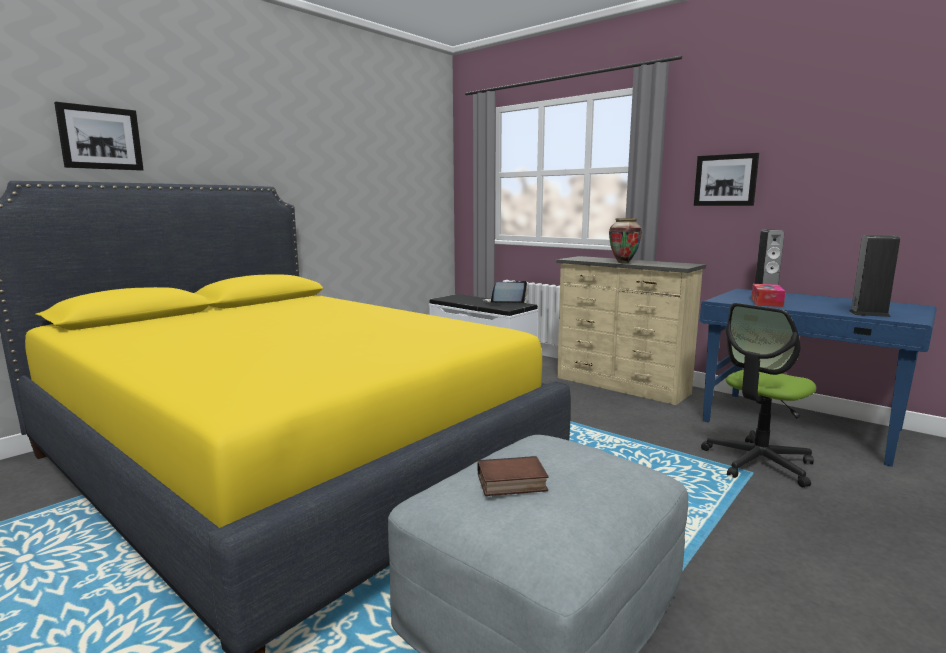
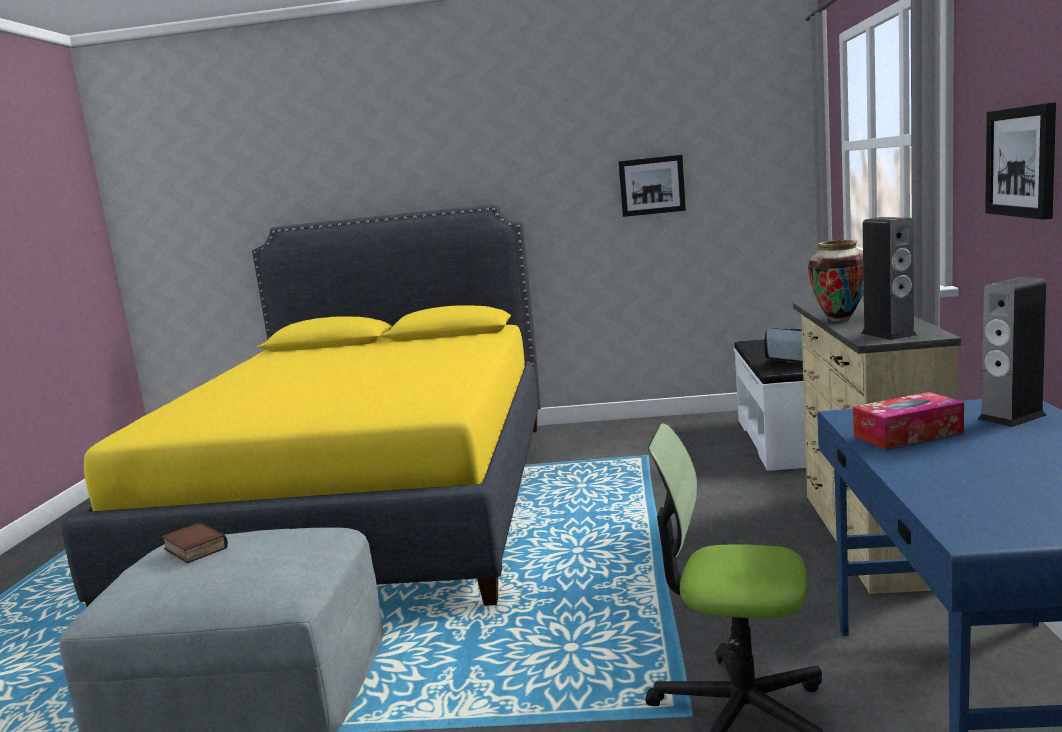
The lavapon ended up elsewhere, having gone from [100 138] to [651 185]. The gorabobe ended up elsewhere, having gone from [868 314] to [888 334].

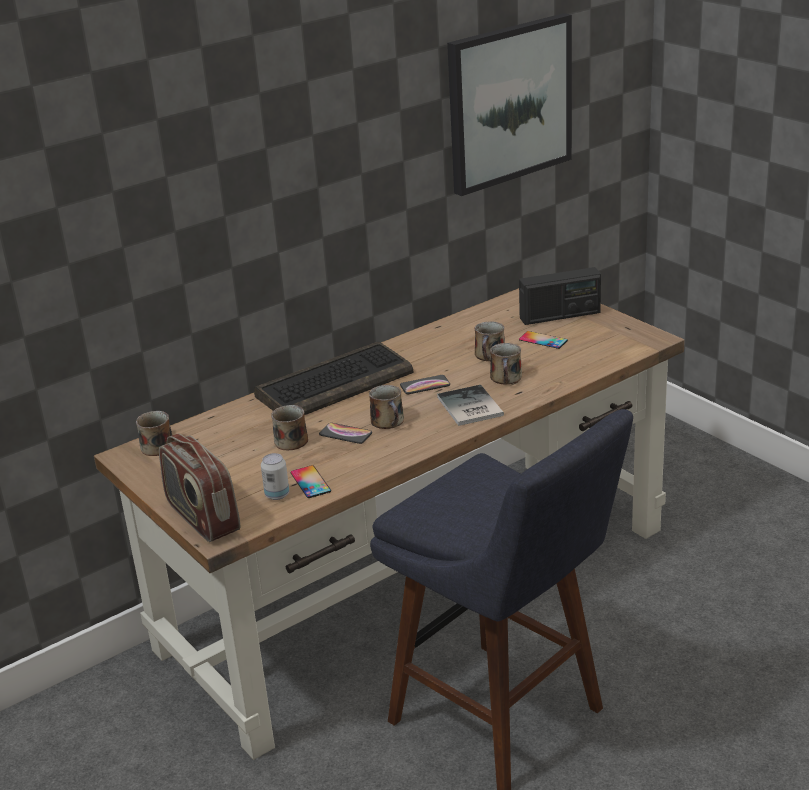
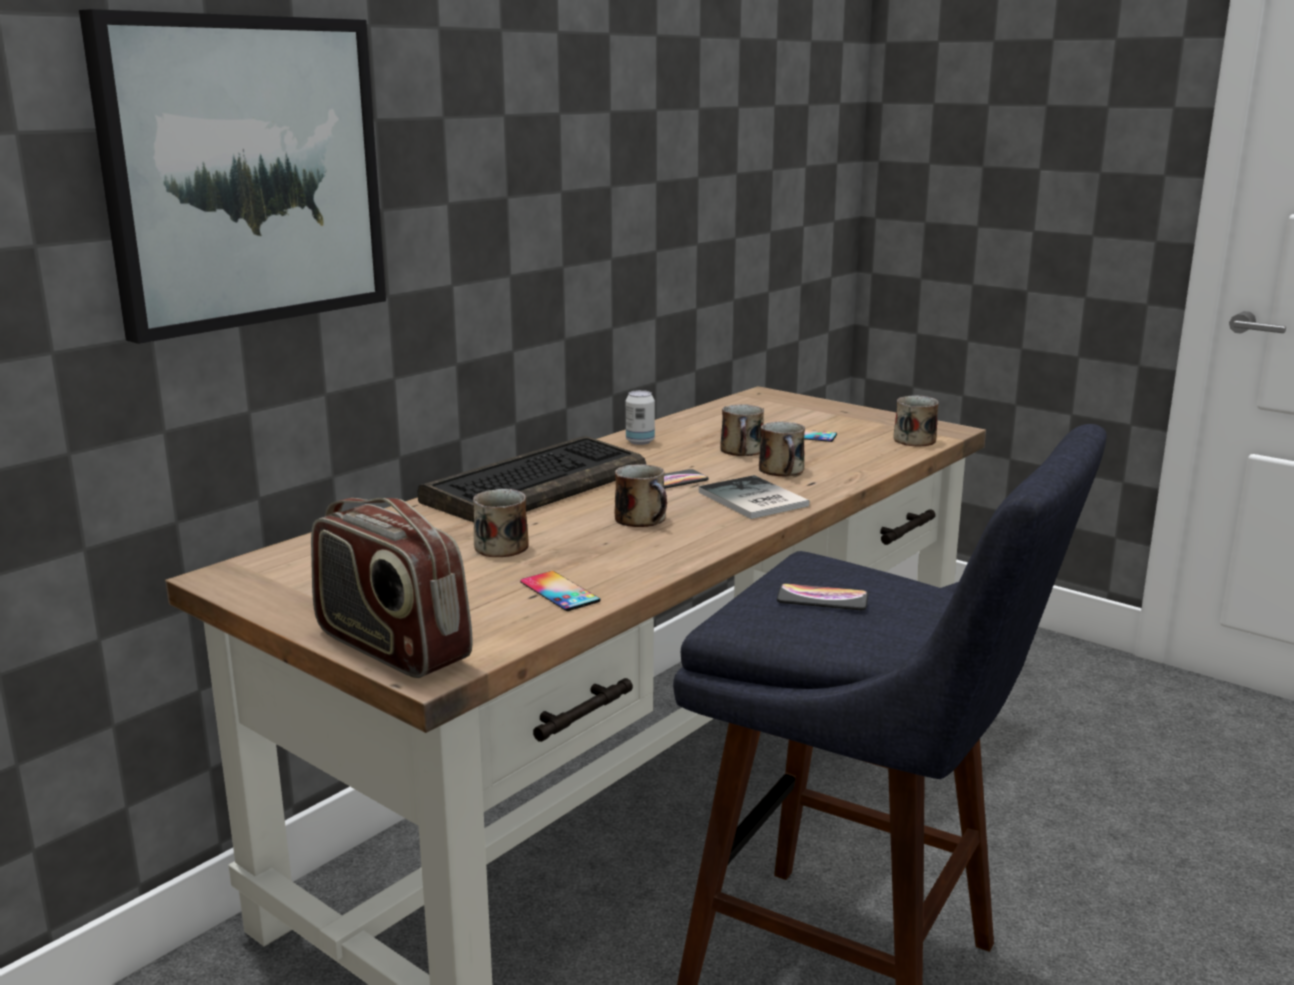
The lavapon ended up elsewhere, having gone from [508 103] to [244 172]. The second view lost the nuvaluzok at [560 315]. The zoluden ended up elsewhere, having gone from [157 445] to [912 439]. The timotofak ended up elsewhere, having gone from [345 434] to [822 599]. The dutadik ended up elsewhere, having gone from [277 495] to [640 441].

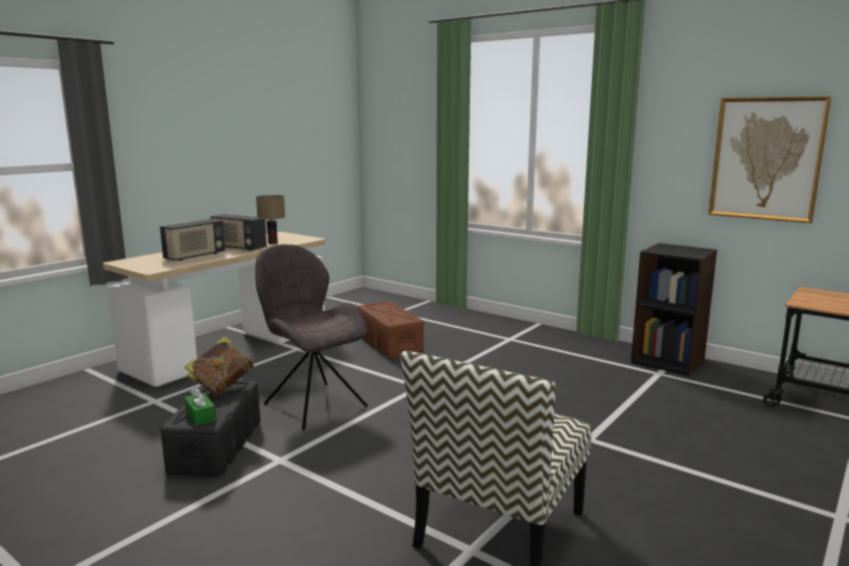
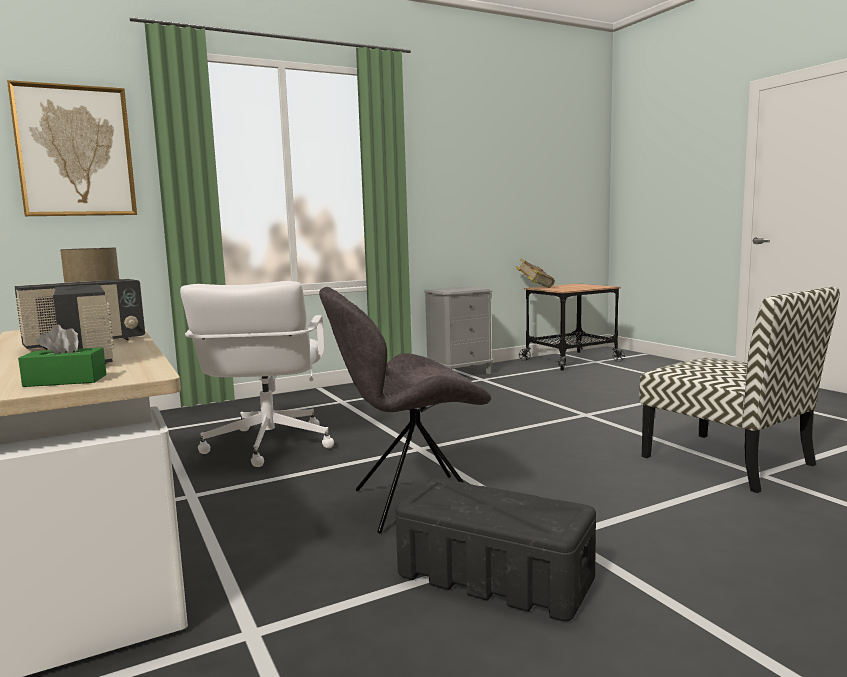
The lavapon ended up elsewhere, having gone from [766 159] to [75 151]. Where the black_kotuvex stood at [668 360], the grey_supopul came to stand at [461 373]. Where the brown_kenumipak stood at [389 343], the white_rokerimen came to stand at [268 445]. The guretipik ended up elsewhere, having gone from [222 387] to [535 287]. The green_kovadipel ended up elsewhere, having gone from [200 416] to [65 381].

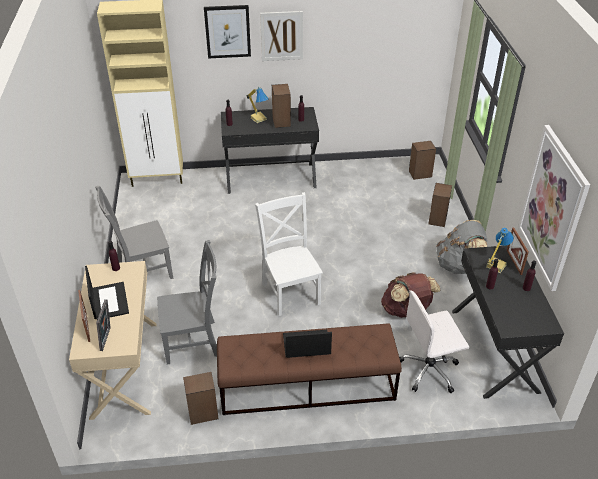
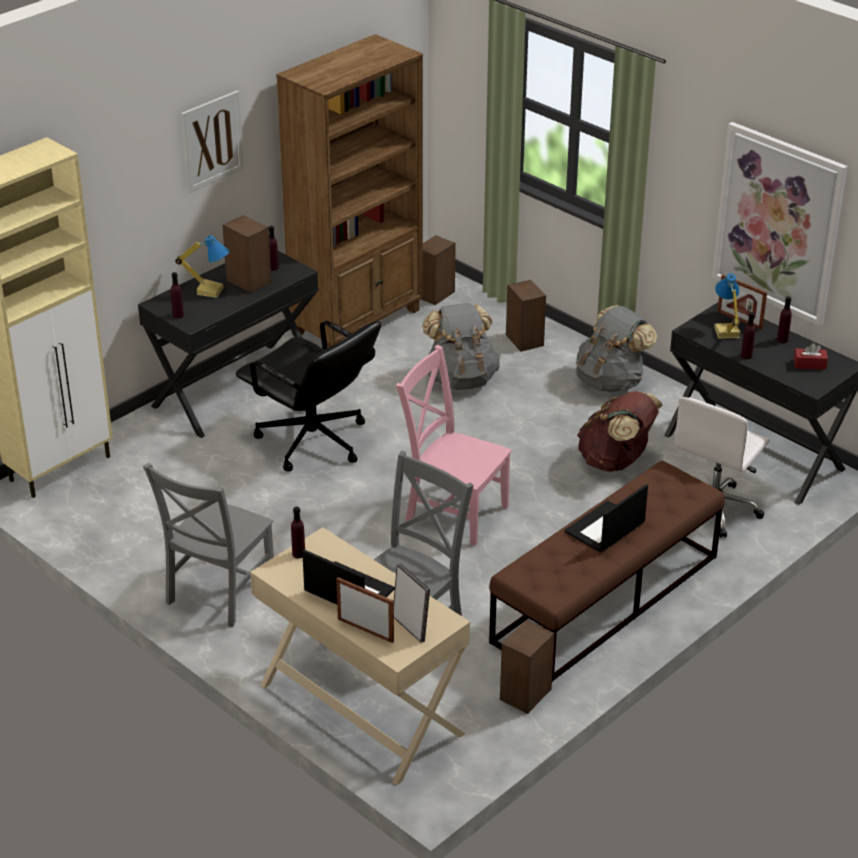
The second view lost the lavapon at [227 31]. What was the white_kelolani at [290 291] turned into the pink_kelolani at [453 512]. The second view gained the brown_kotuvex at [358 322]. The second view gained the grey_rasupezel at [461 378]. The second view gained the black_rokerimen at [313 442]. The second view gained the red_kovadipel at [809 364].

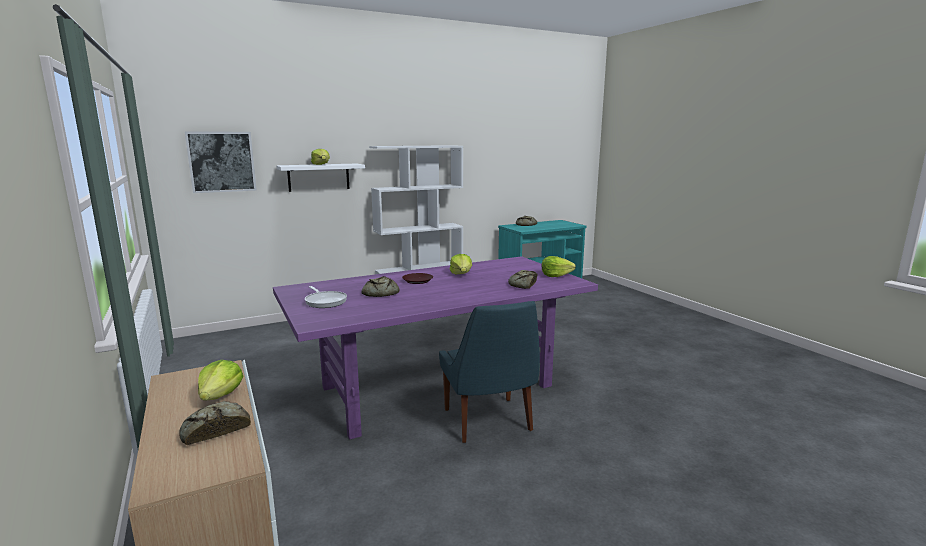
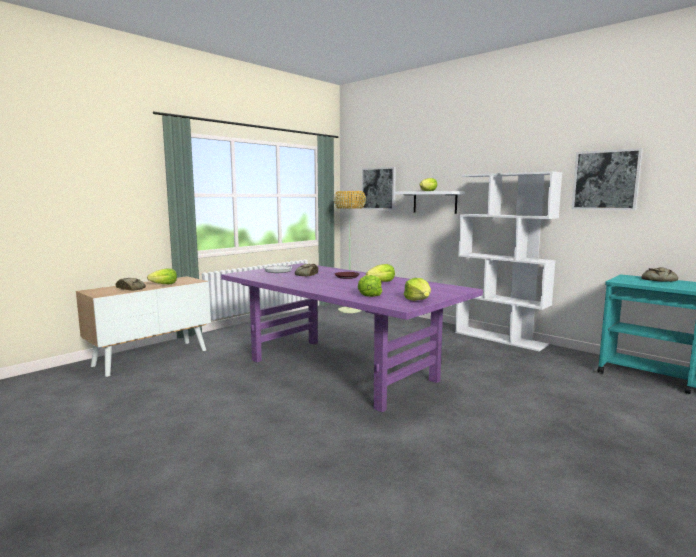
Where the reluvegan stood at [523 285], the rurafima came to stand at [369 295]. The second view lost the blue_kelolani at [488 421]. The second view gained the lavapon at [606 180]. The second view gained the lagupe at [349 310].

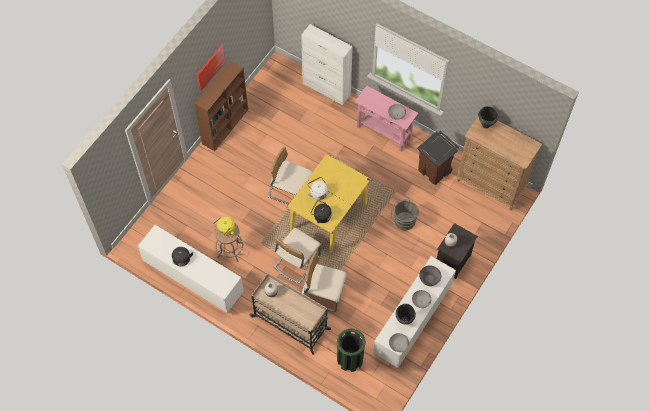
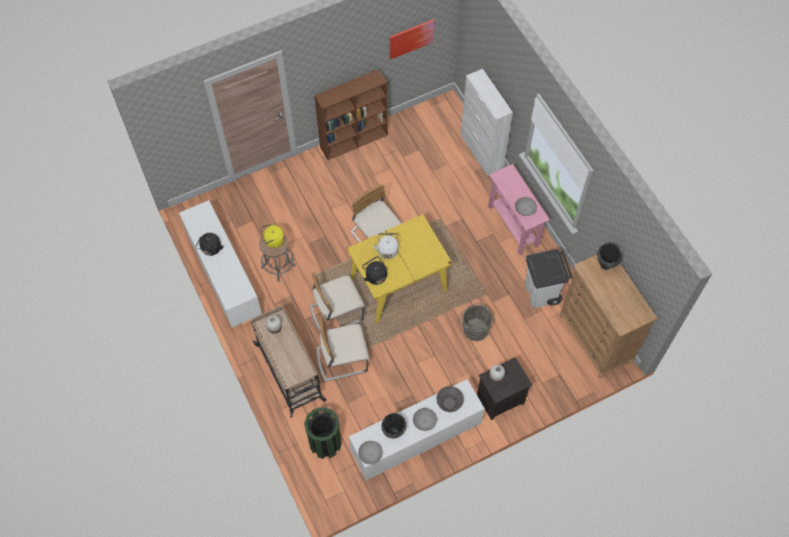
The lavapon ended up elsewhere, having gone from [210 67] to [411 38]. What was the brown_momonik at [434 171] turned into the white_momonik at [542 293]. The beige_kelolani at [322 293] ended up facing another way, 60 degrees counterclockwise from before.

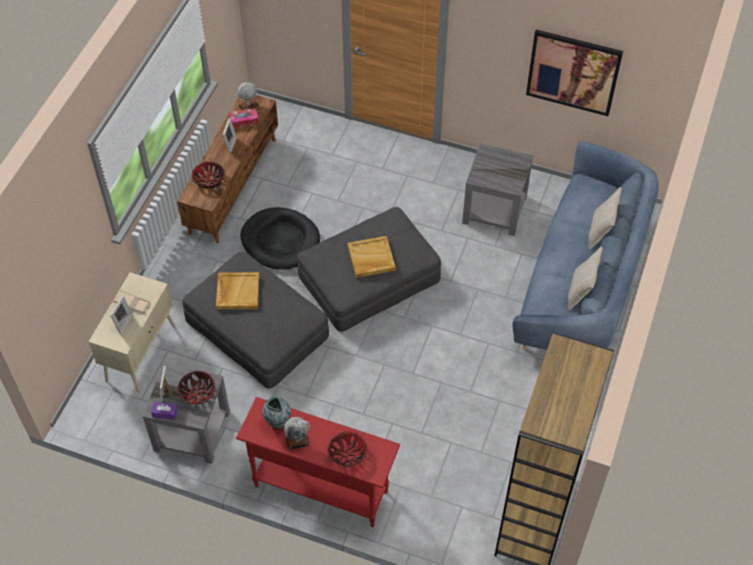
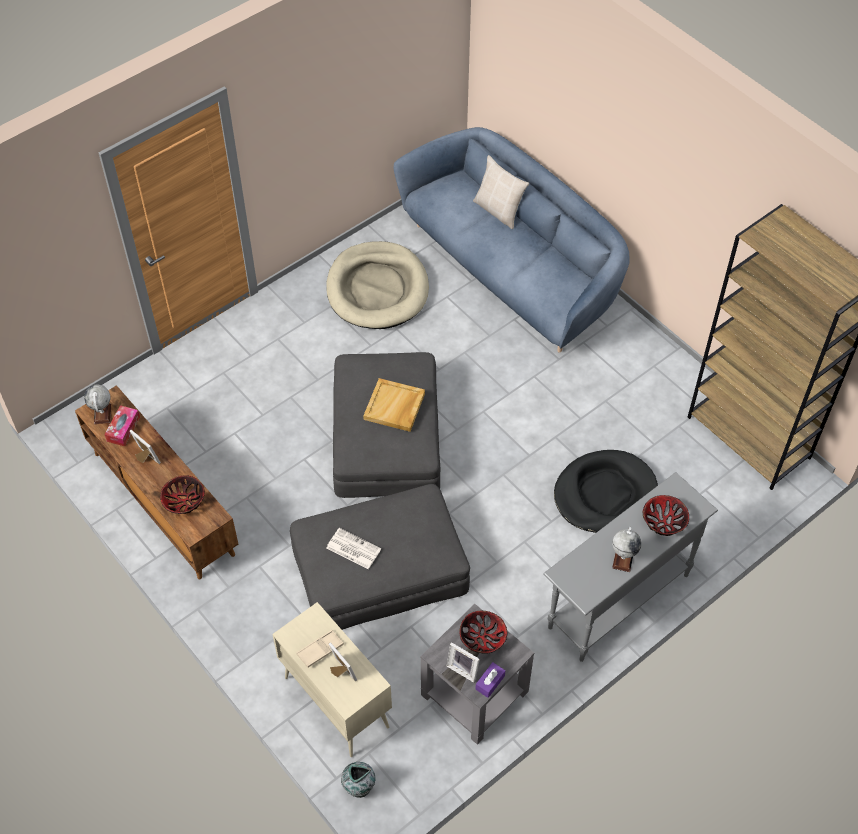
The second view lost the lavapon at [573 72]. Where the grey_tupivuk stood at [495 209], the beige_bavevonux came to stand at [377 289]. The black_bavevonux ended up elsewhere, having gone from [280 241] to [605 494]. The second view lost the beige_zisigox at [580 292]. Where the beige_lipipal stood at [237 292], the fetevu came to stand at [352 549]. The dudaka ended up elsewhere, having gone from [278 422] to [359 788]. What was the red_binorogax at [320 488] turned into the grey_binorogax at [618 601].

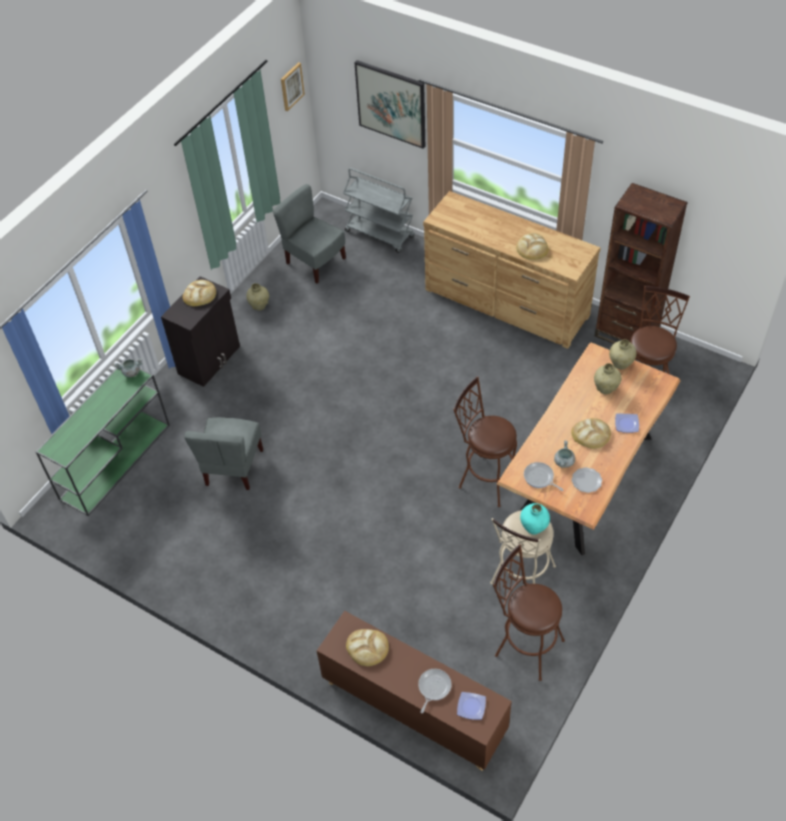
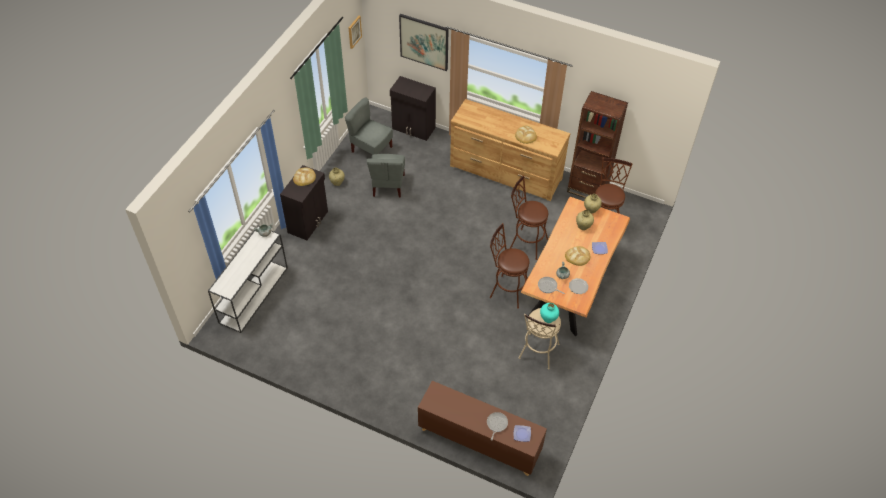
Where the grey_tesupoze stood at [380 234], the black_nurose came to stand at [413 128]. What was the green_binorogax at [116 460] turned into the white_binorogax at [254 294]. The grey_kelolani ended up elsewhere, having gone from [233 468] to [388 186]. The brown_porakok ended up elsewhere, having gone from [524 644] to [525 242]. The second view lost the reluvegan at [367 648].

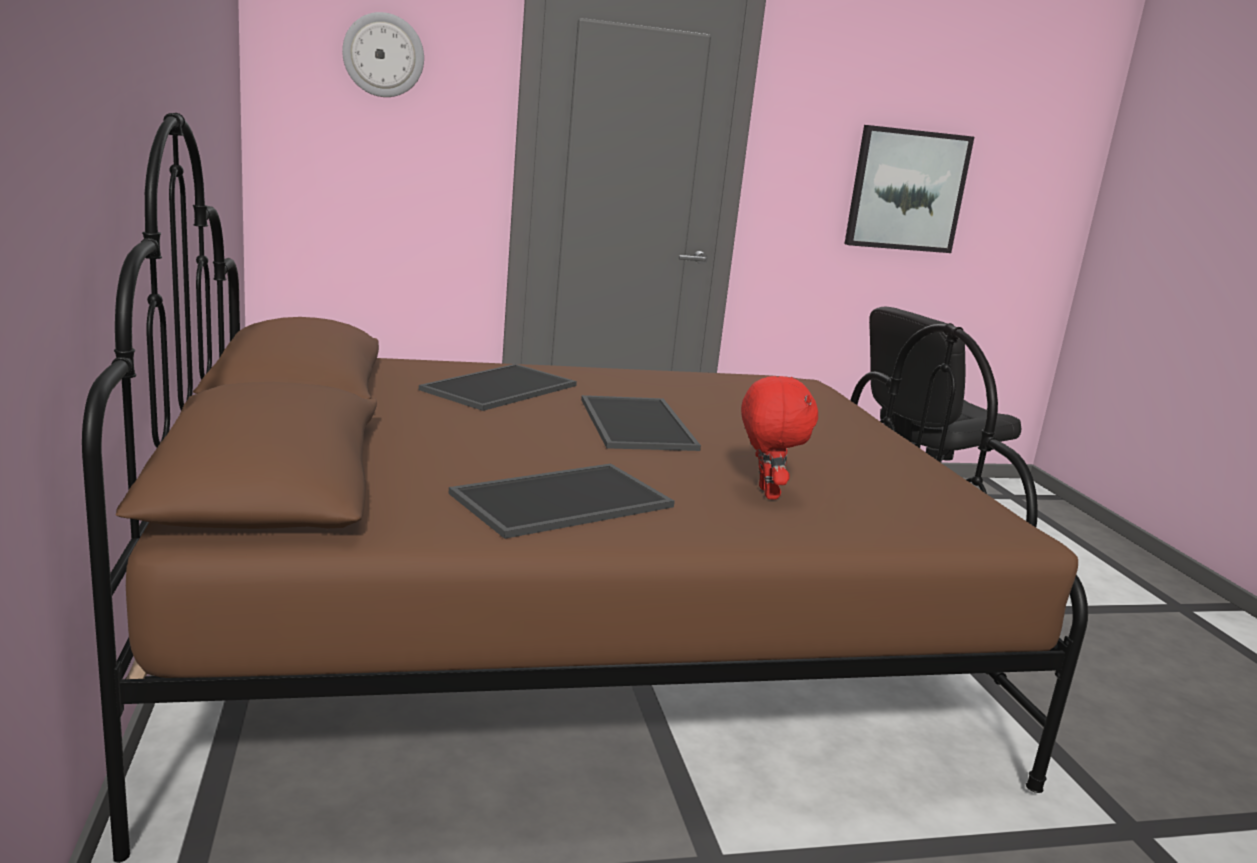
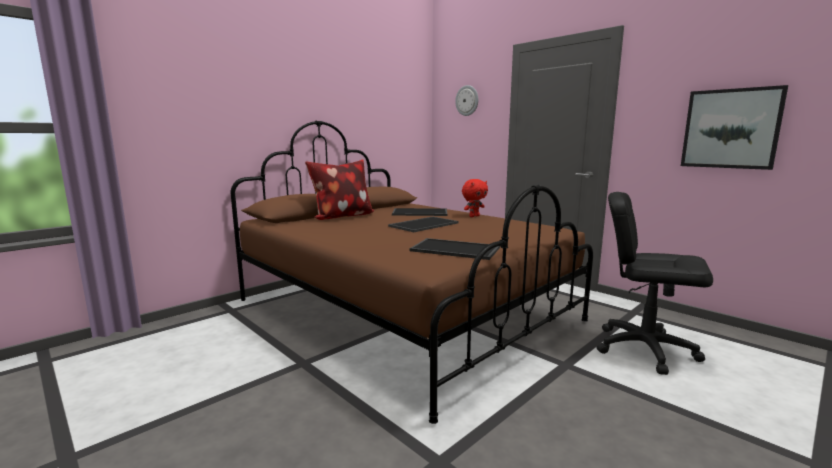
The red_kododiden ended up elsewhere, having gone from [765 493] to [474 216]. The lipipal ended up elsewhere, having gone from [562 502] to [454 249]. The second view gained the zisigox at [341 217].

